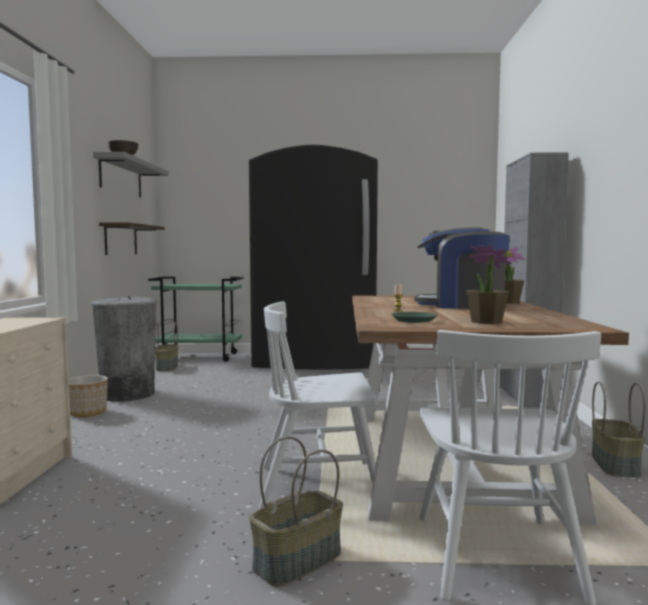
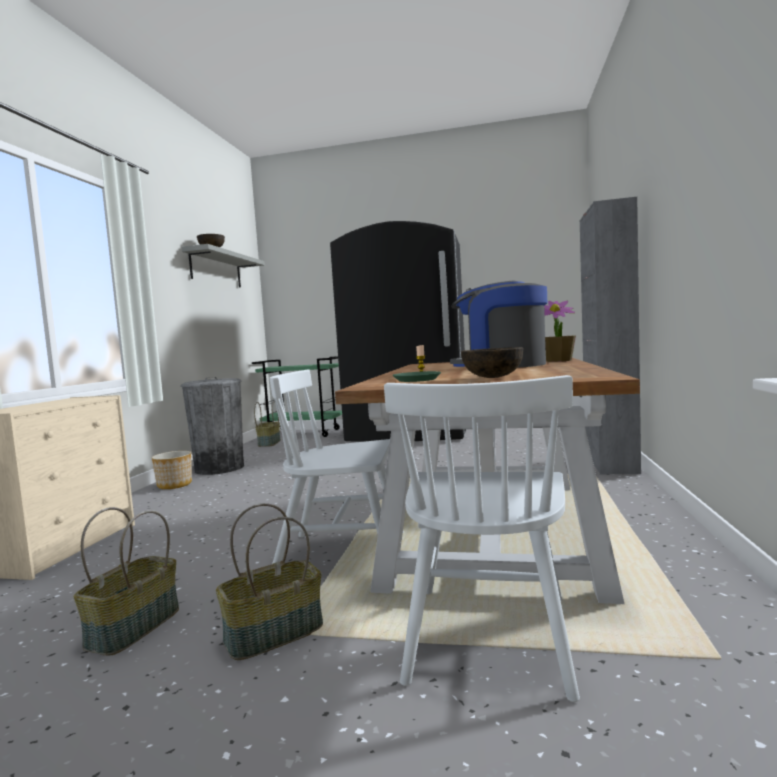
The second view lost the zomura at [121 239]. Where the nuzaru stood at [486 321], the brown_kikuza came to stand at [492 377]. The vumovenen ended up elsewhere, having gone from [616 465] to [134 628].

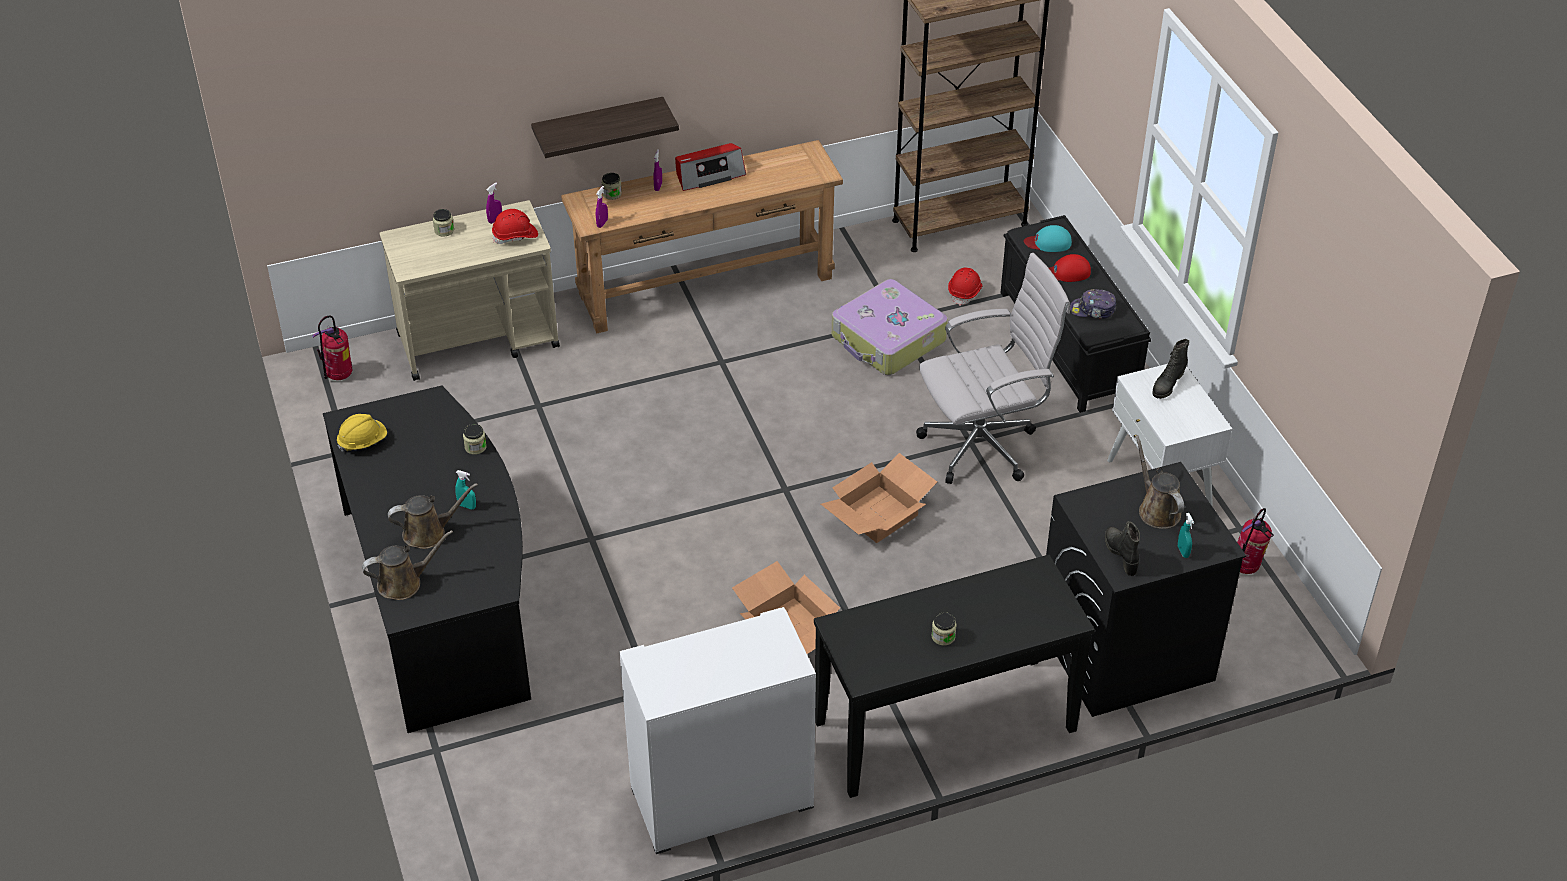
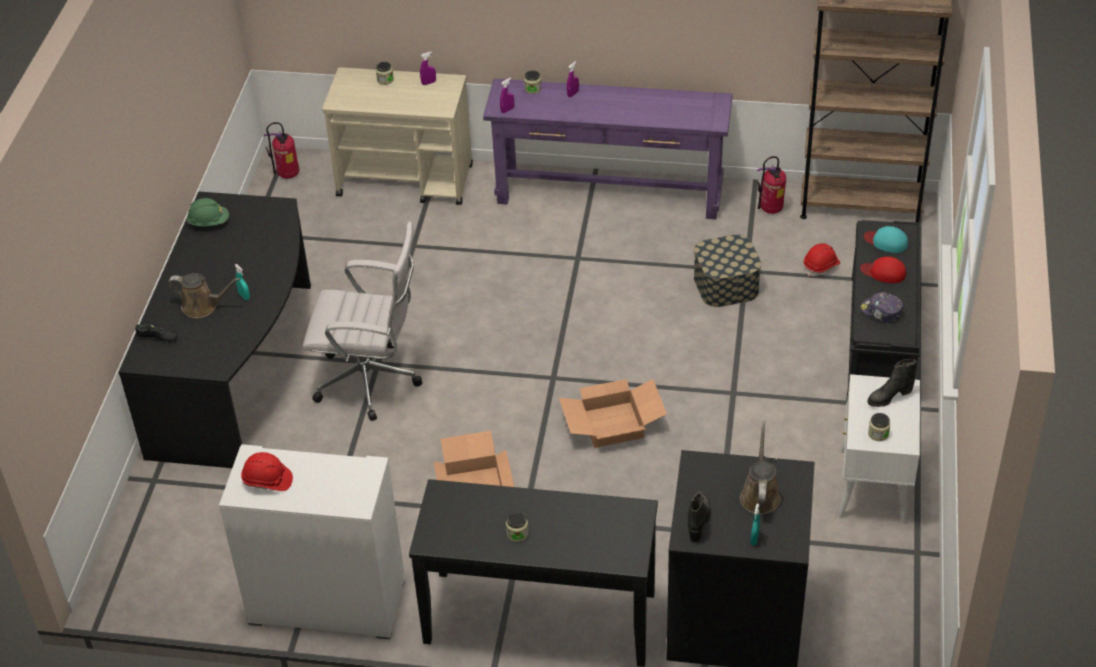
The second view lost the zomura at [598 126]. What was the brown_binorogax at [706 286] turned into the purple_binorogax at [609 193]. The second view lost the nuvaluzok at [709 174]. The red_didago ended up elsewhere, having gone from [515 236] to [267 481]. The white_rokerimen ended up elsewhere, having gone from [984 445] to [372 382]. Where the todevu stood at [888 340], the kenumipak came to stand at [726 285]. What was the yellow_didago at [363 442] turned into the green_didago at [209 222]. The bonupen ended up elsewhere, having gone from [475 447] to [878 434]. The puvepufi ended up elsewhere, having gone from [1245 569] to [770 210]. Where the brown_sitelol stood at [404 583], the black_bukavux came to stand at [158 338].

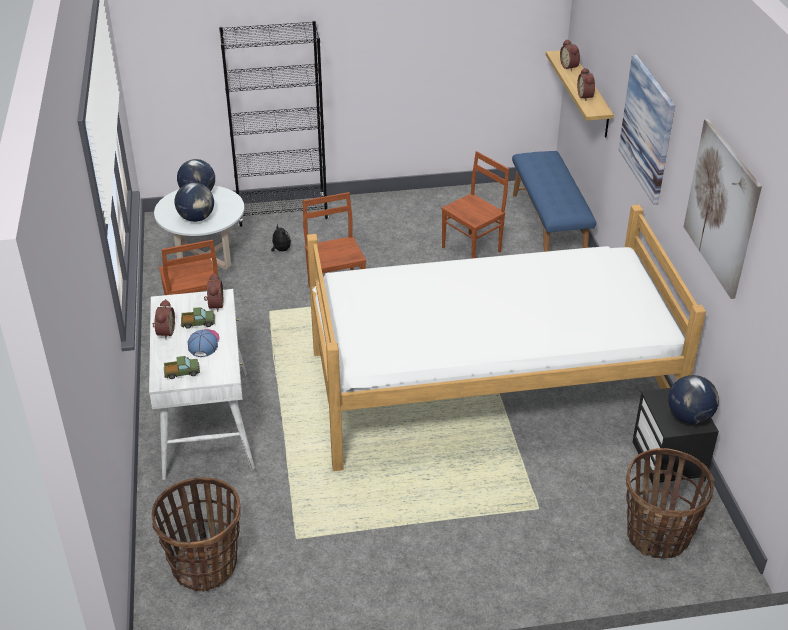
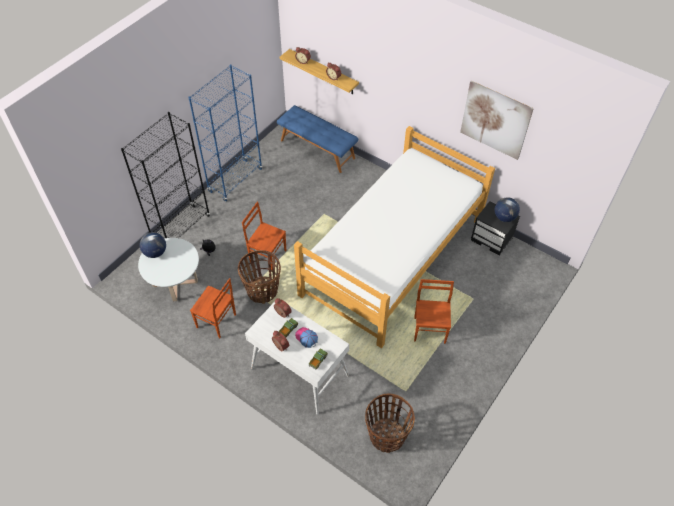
The second view lost the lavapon at [647 128]. The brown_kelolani ended up elsewhere, having gone from [472 249] to [430 330]. The second view lost the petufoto at [196 218]. The vumovenen ended up elsewhere, having gone from [658 535] to [262 290]. The second view gained the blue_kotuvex at [235 180].

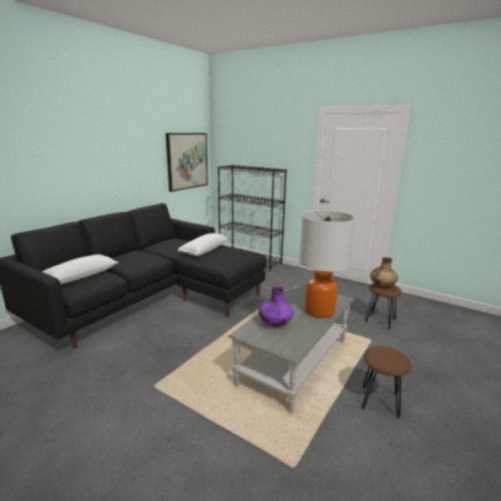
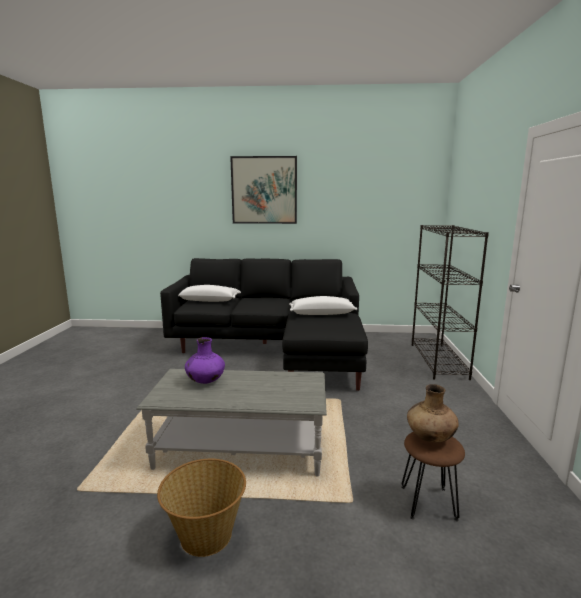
The lavapon ended up elsewhere, having gone from [187 161] to [264 190]. The second view lost the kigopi at [319 311]. Where the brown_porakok stood at [380 401], the vumovenen came to stand at [205 536].

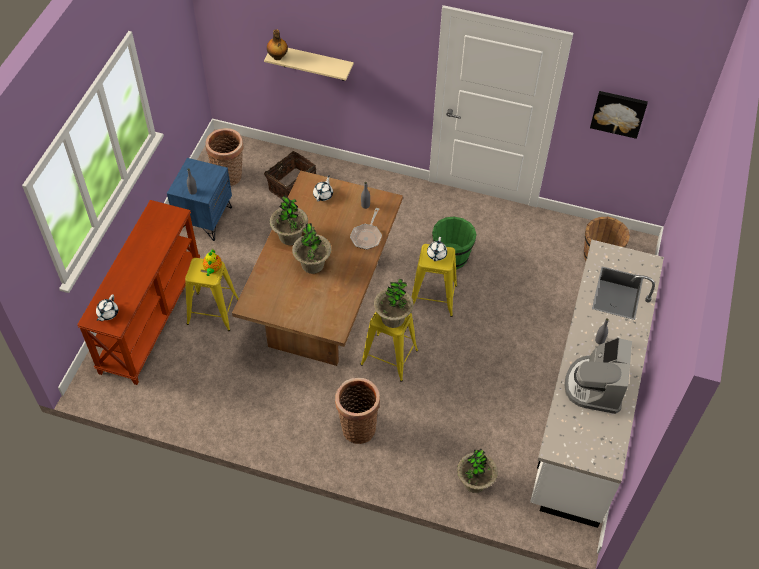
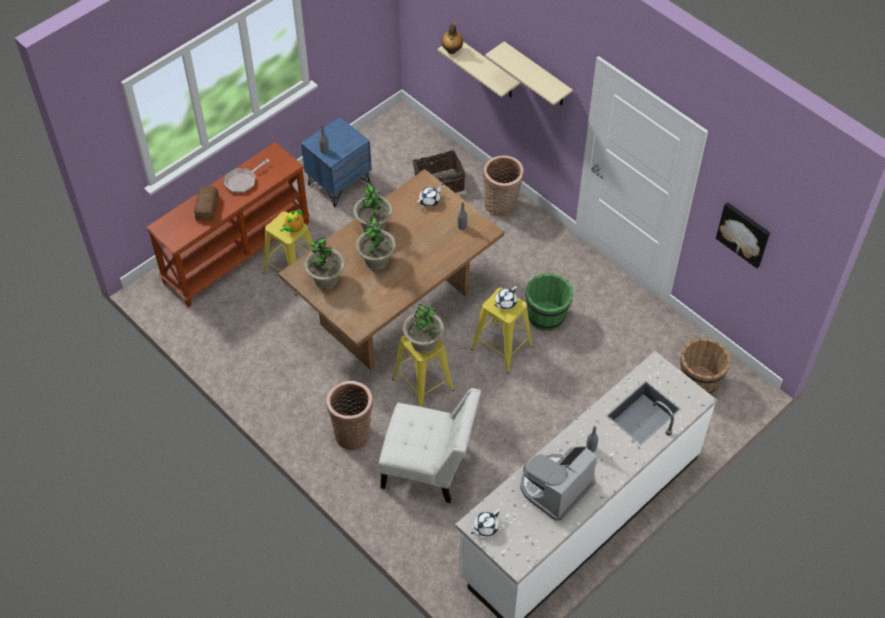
The vumovenen ended up elsewhere, having gone from [229 176] to [501 207]. The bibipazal ended up elsewhere, having gone from [367 236] to [243 181]. The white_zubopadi ended up elsewhere, having gone from [107 313] to [485 527]. The nuzaru ended up elsewhere, having gone from [474 482] to [326 280]. The second view gained the beige_zomura at [537 75]. The second view gained the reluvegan at [206 208]. The second view gained the white_kelolani at [429 468].

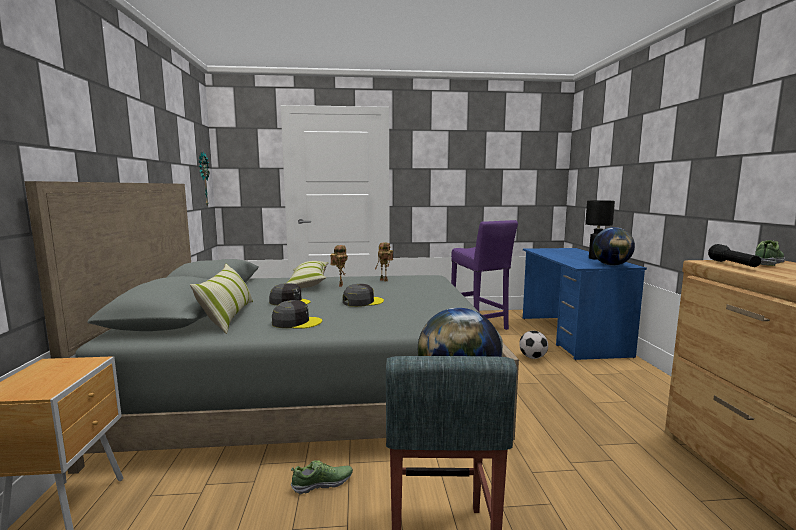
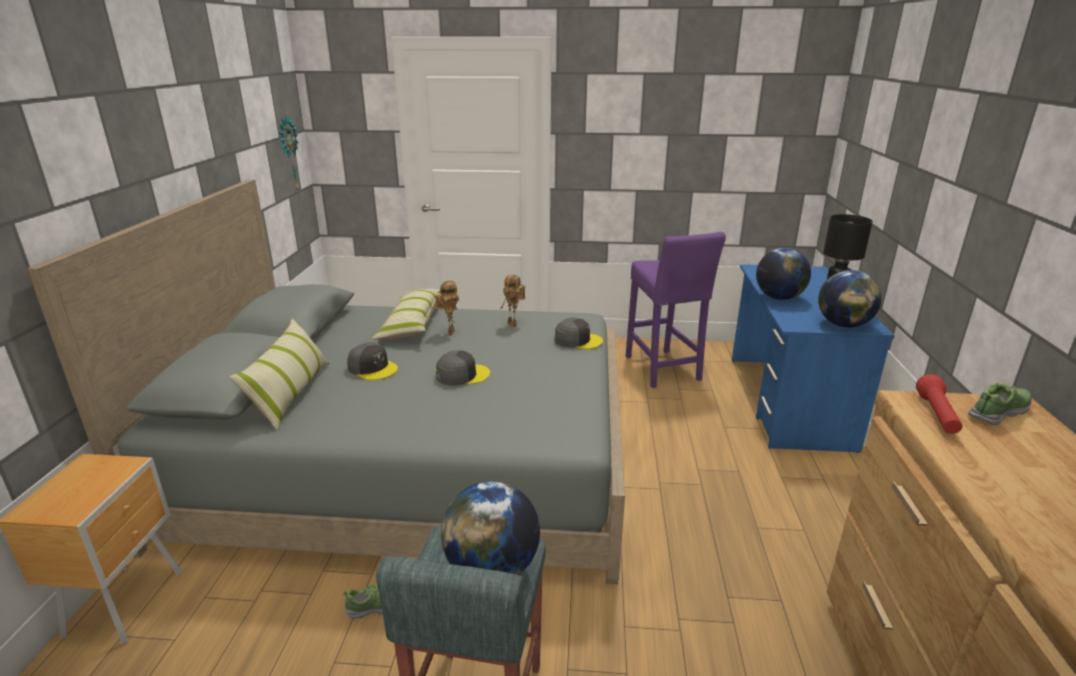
What was the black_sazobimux at [733 265] turned into the red_sazobimux at [937 415]. The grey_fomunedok ended up elsewhere, having gone from [296 322] to [577 340]. The second view lost the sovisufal at [533 357]. The second view gained the petufoto at [779 298].

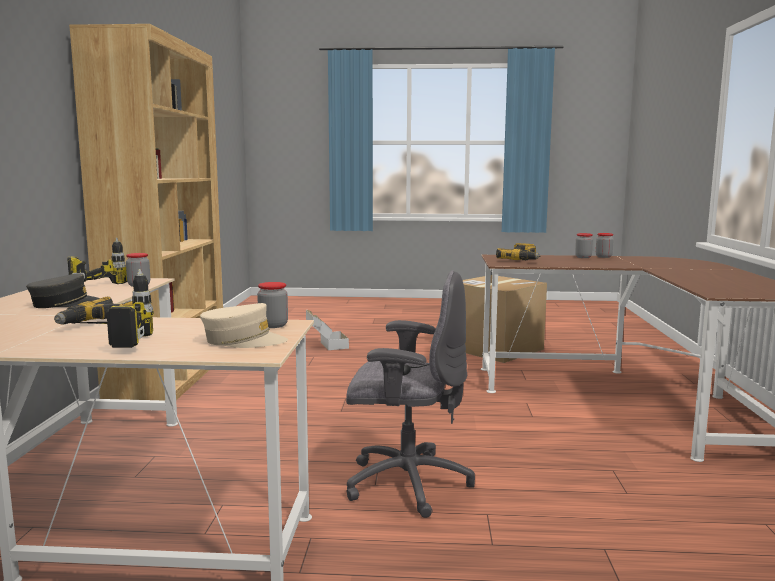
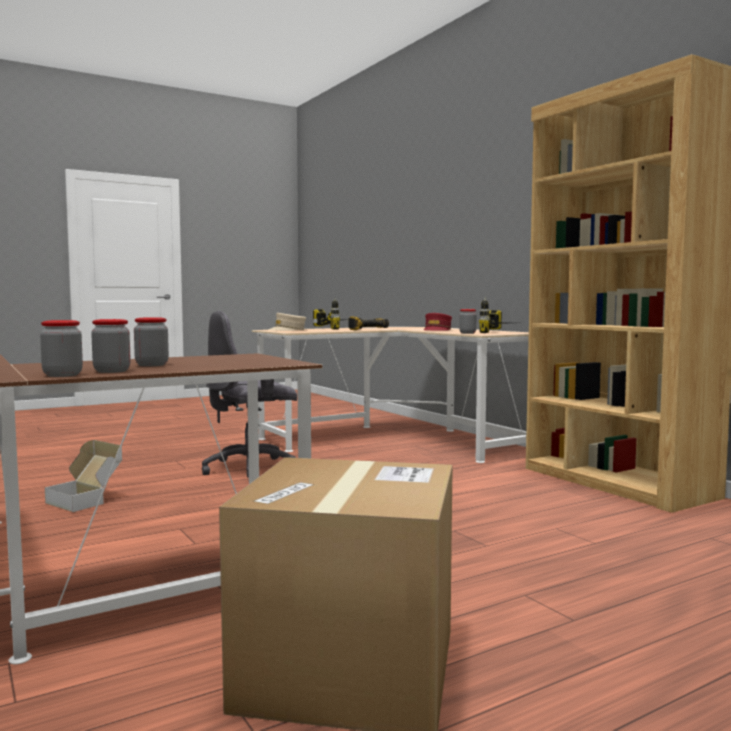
The second view lost the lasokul at [522 260]. What was the grey_fomunedok at [65 304] turned into the red_fomunedok at [437 330]. The bonupen ended up elsewhere, having gone from [273 325] to [152 365]. The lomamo ended up elsewhere, having gone from [326 346] to [86 500].

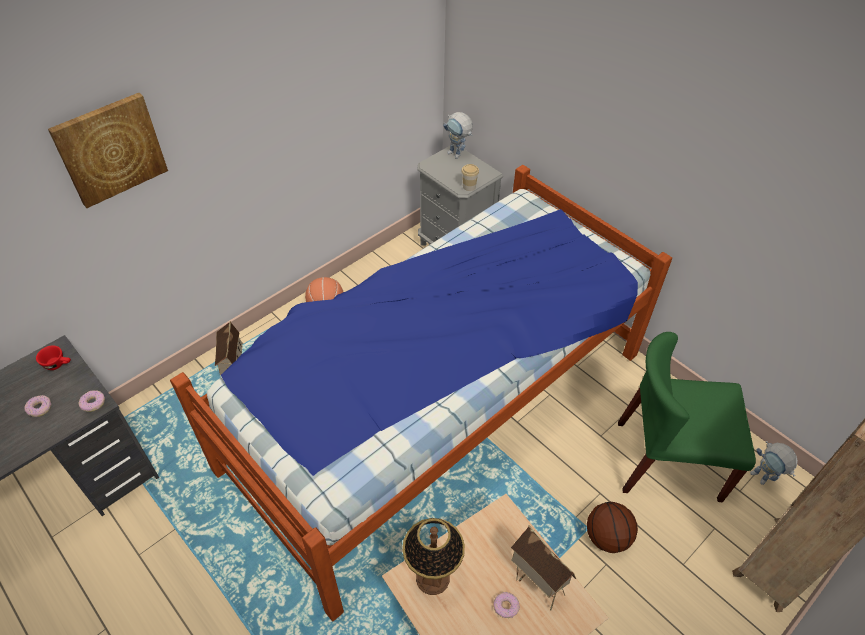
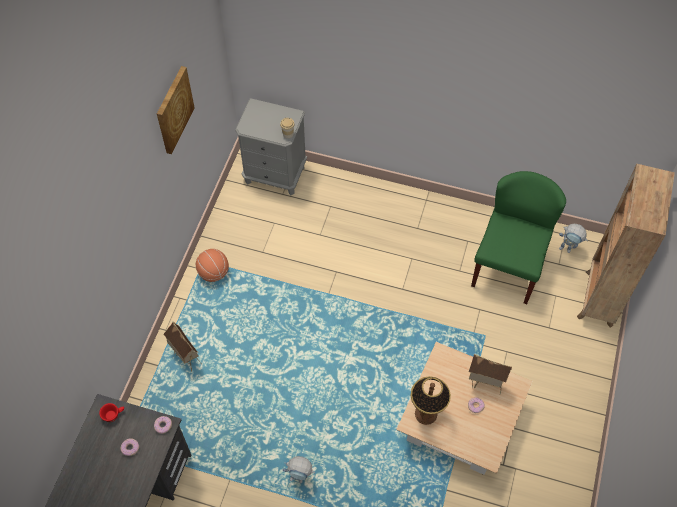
The lavapon ended up elsewhere, having gone from [110 149] to [173 110]. The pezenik ended up elsewhere, having gone from [458 155] to [300 478]. The second view lost the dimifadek at [436 408]. The green_kelolani at [667 461] ended up facing another way, 135 degrees clockwise from before. The second view lost the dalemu at [607 537].

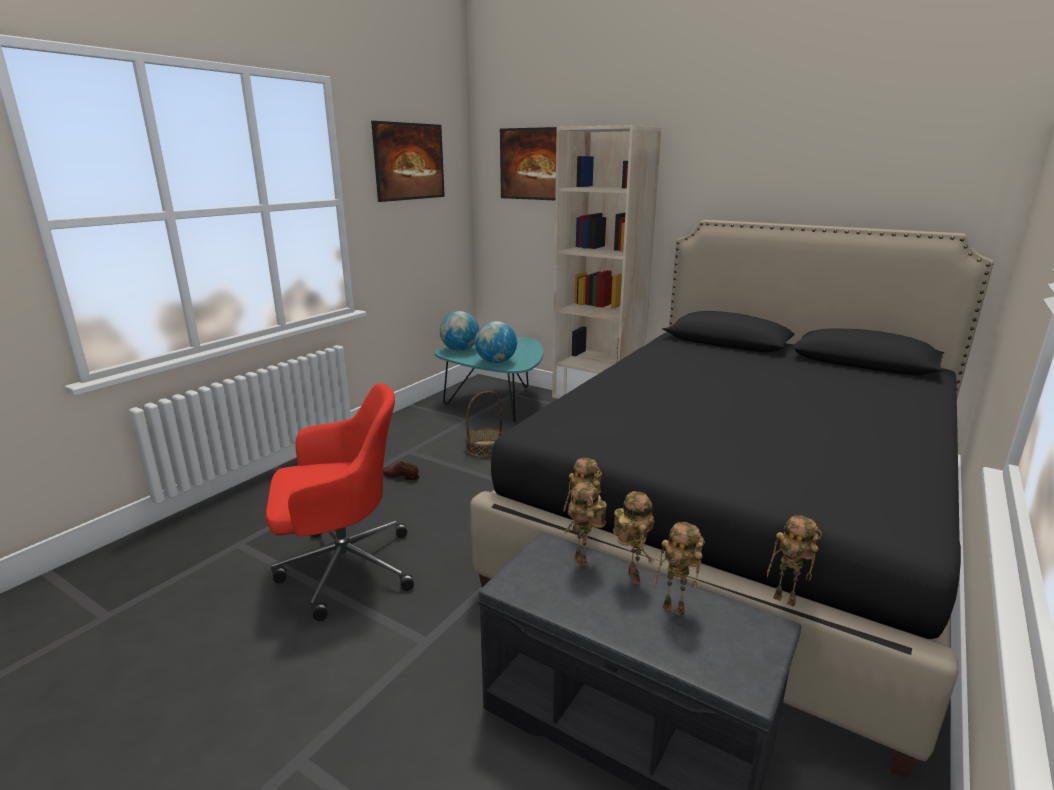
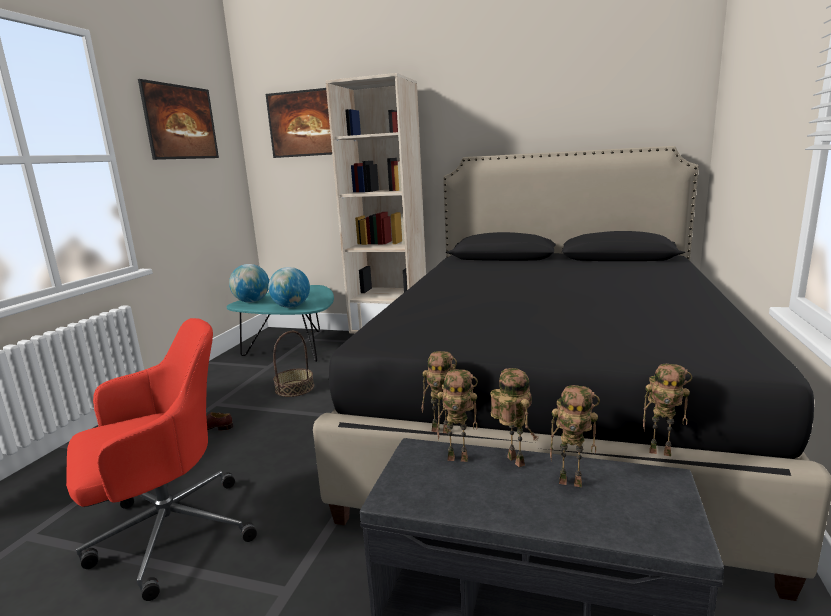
The pezenik at [583 562] ended up facing another way, 45 degrees counterclockwise from before.

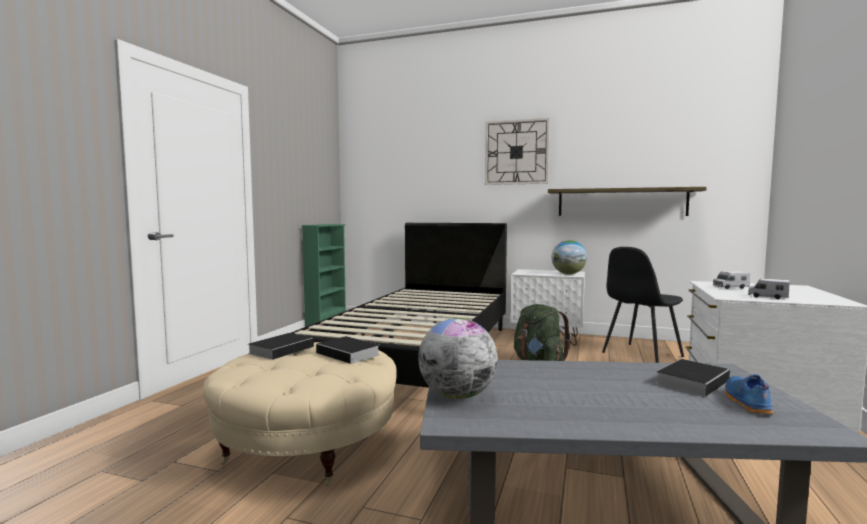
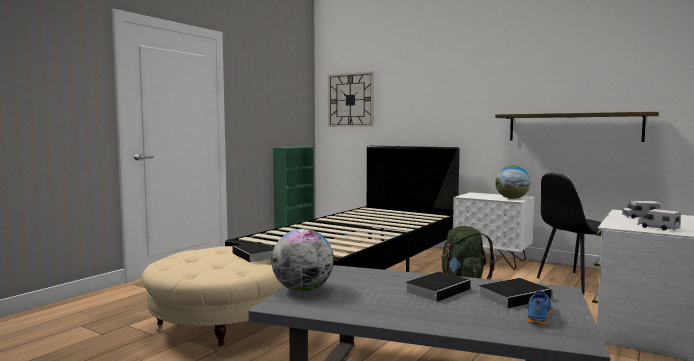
The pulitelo ended up elsewhere, having gone from [516 152] to [350 100]. The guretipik ended up elsewhere, having gone from [282 349] to [438 290].

